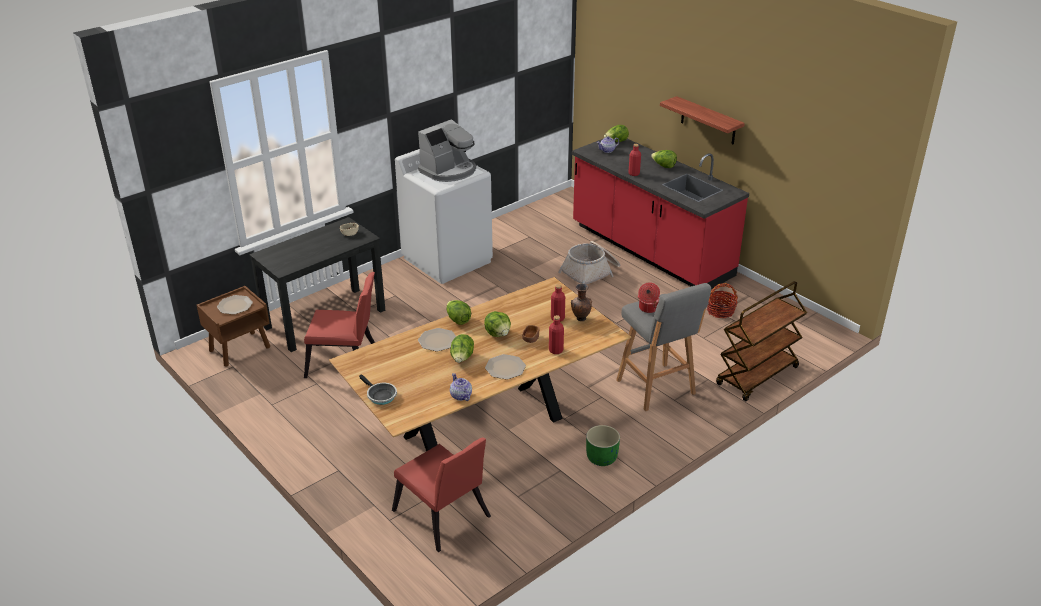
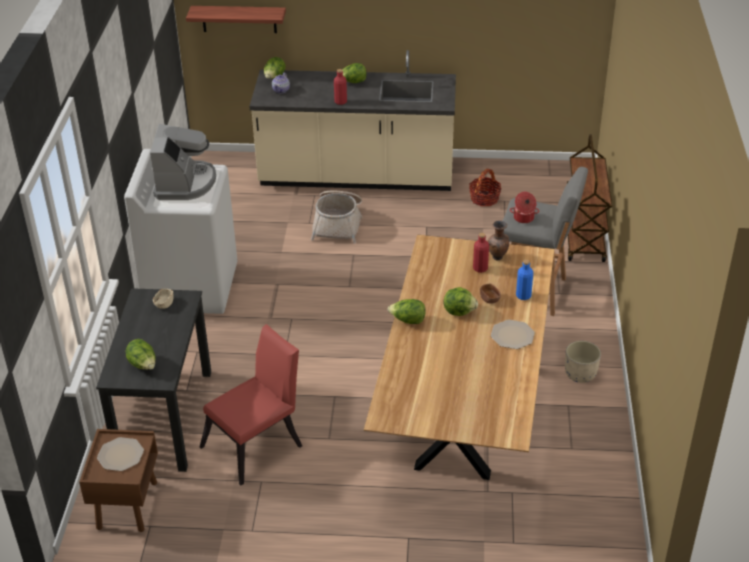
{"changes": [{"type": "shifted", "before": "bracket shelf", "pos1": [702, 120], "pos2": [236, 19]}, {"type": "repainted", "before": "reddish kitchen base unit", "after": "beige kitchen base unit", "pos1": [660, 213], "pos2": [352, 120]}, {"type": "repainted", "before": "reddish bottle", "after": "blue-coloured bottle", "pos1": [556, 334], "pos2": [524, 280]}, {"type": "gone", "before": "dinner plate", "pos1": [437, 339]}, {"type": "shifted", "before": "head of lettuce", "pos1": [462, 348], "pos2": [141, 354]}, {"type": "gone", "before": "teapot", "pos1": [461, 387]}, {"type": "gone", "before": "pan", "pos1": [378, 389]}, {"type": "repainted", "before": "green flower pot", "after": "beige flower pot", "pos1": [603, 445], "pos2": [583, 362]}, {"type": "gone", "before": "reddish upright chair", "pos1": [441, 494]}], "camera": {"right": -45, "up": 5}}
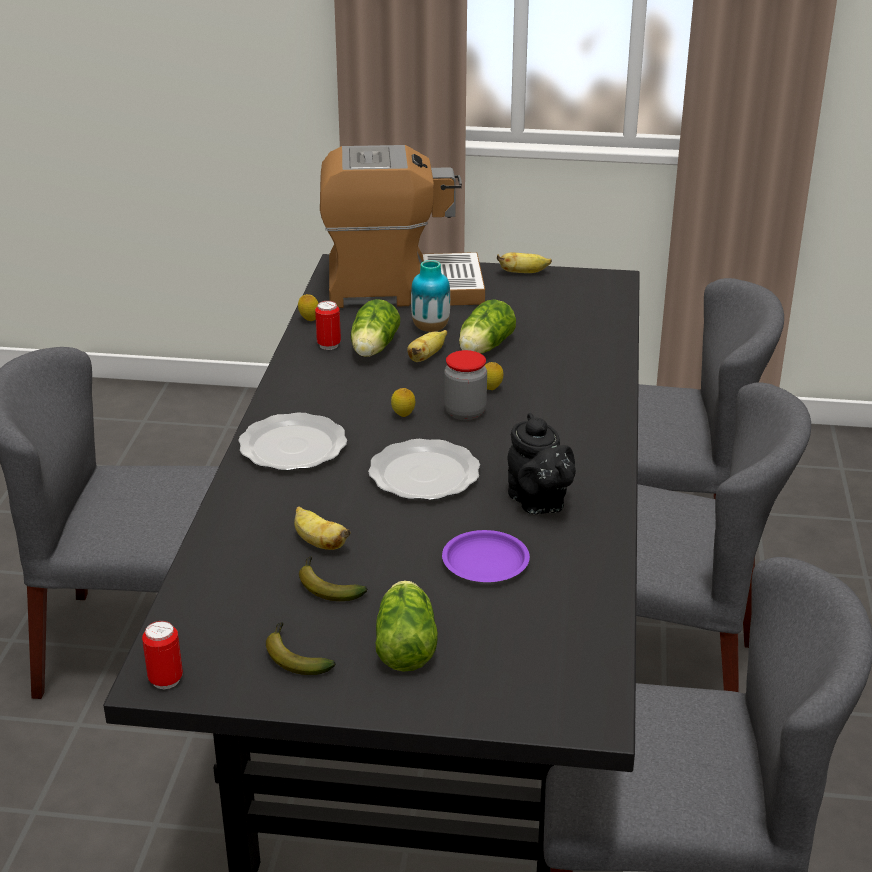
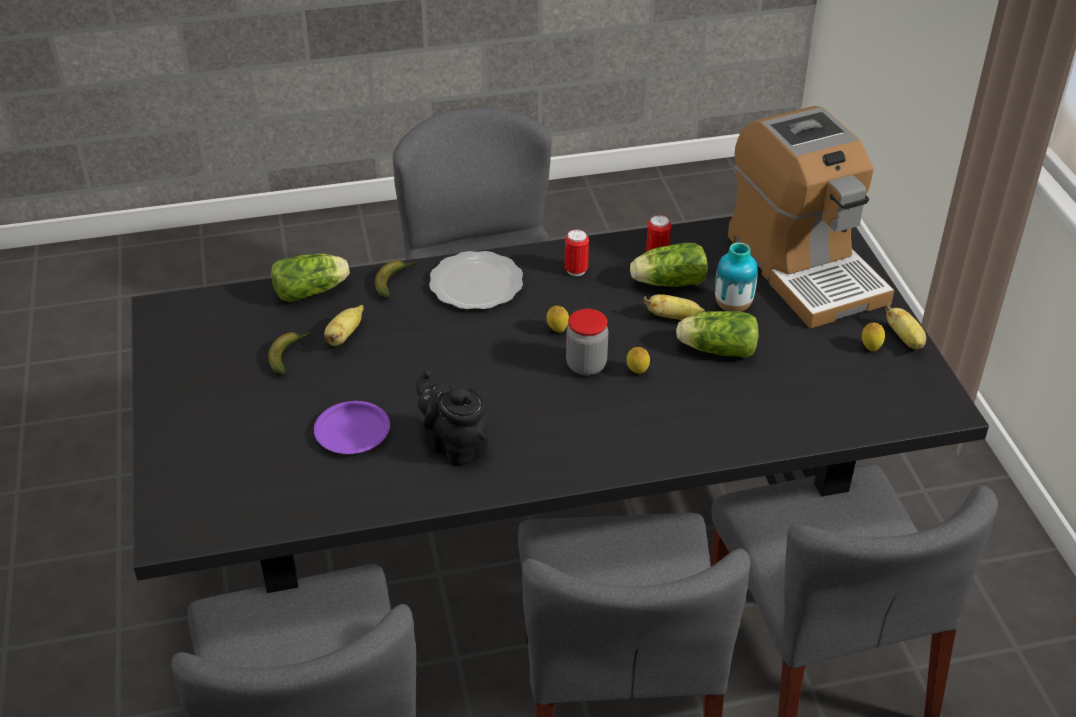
{"changes": [{"type": "shifted", "before": "citrus fruit", "pos1": [308, 307], "pos2": [873, 337]}, {"type": "rotated", "before": "black teapot", "pos1": [542, 463], "pos2": [452, 417], "turn": 90}, {"type": "gone", "before": "dinner plate", "pos1": [424, 469]}, {"type": "shifted", "before": "head of lettuce", "pos1": [407, 626], "pos2": [310, 278]}, {"type": "shifted", "before": "can", "pos1": [162, 655], "pos2": [577, 252]}, {"type": "shifted", "before": "whole banana", "pos1": [301, 648], "pos2": [396, 279]}], "camera": {"right": 70, "up": 10}}
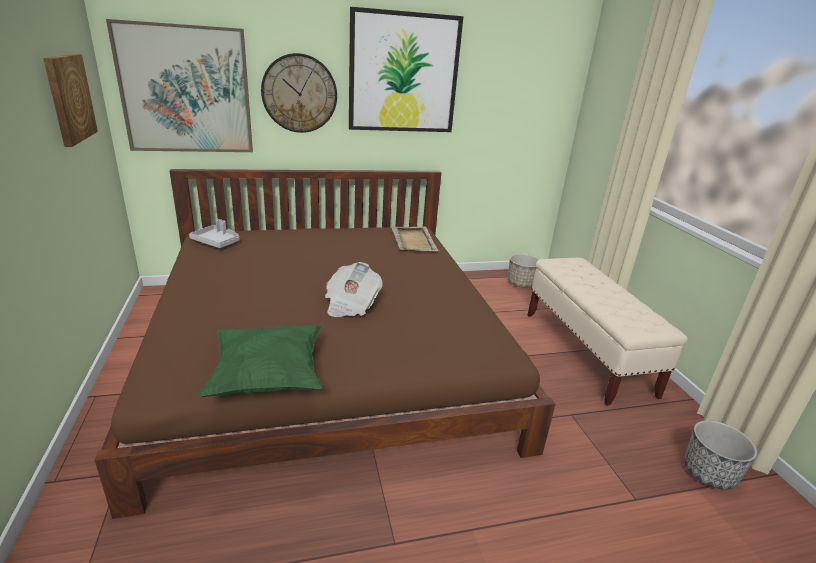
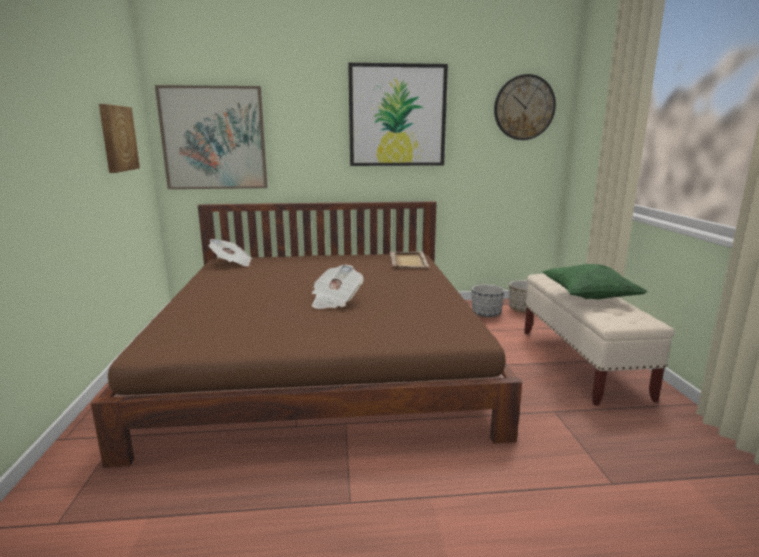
{"changes": [{"type": "shifted", "before": "clock on the wall", "pos1": [299, 93], "pos2": [525, 107]}, {"type": "swapped", "before": "grey tray", "after": "printed paper", "pos1": [214, 233], "pos2": [230, 252]}, {"type": "shifted", "before": "green throw pillow", "pos1": [260, 360], "pos2": [594, 282]}, {"type": "shifted", "before": "flower pot", "pos1": [720, 455], "pos2": [488, 301]}], "camera": {"right": 10, "up": -10}}
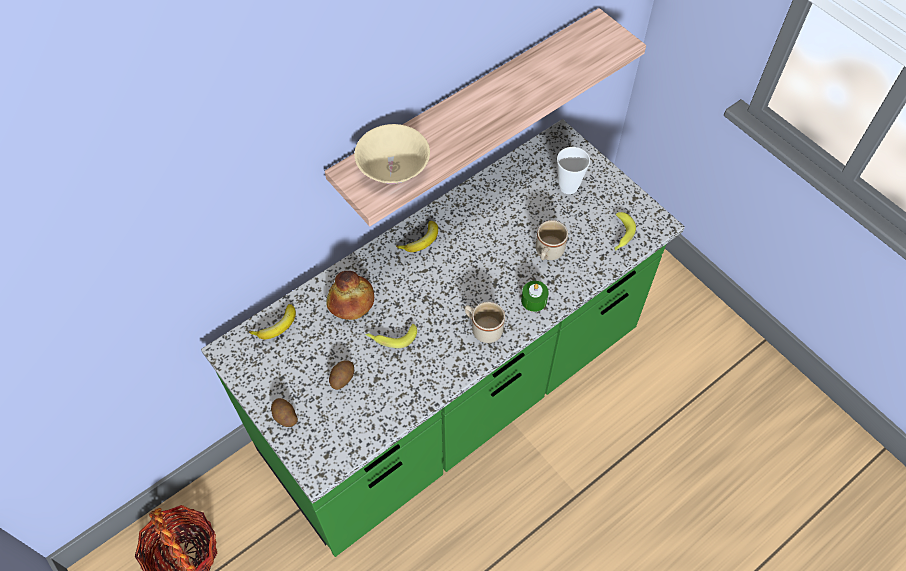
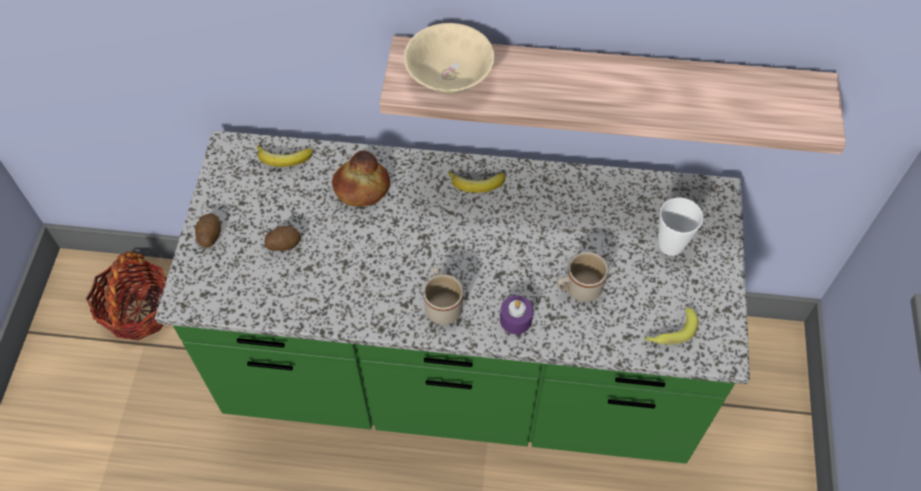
{"changes": [{"type": "repainted", "before": "green candle", "after": "purplish candle", "pos1": [535, 296], "pos2": [516, 314]}, {"type": "gone", "before": "whole banana", "pos1": [391, 336]}], "camera": {"right": 45, "up": 0}}
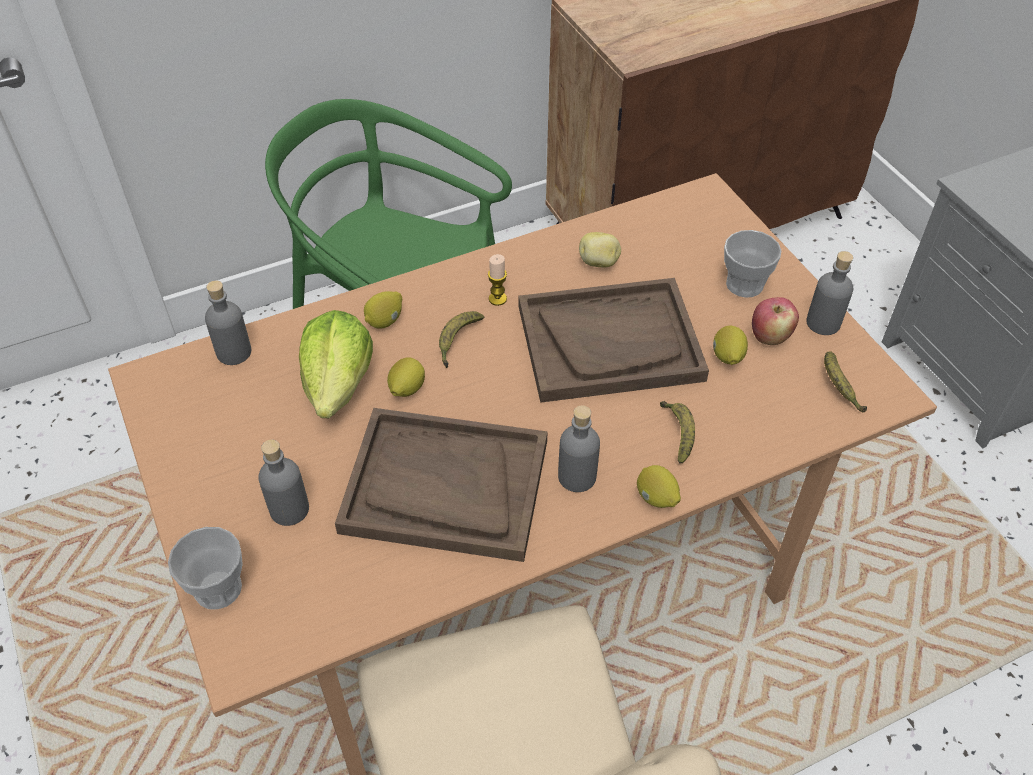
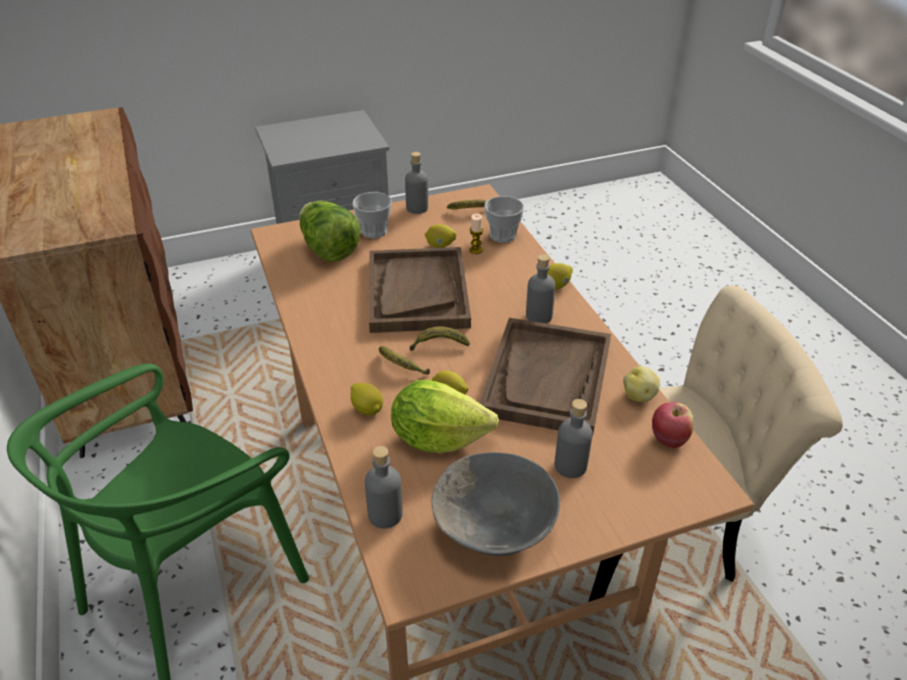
{"changes": [{"type": "shifted", "before": "potato", "pos1": [600, 250], "pos2": [641, 384]}, {"type": "shifted", "before": "candle", "pos1": [497, 280], "pos2": [476, 234]}, {"type": "shifted", "before": "apple", "pos1": [775, 321], "pos2": [672, 425]}, {"type": "shifted", "before": "whole banana", "pos1": [677, 432], "pos2": [440, 338]}, {"type": "shifted", "before": "drinking cup", "pos1": [205, 568], "pos2": [504, 219]}, {"type": "new", "after": "head of lettuce", "pos2": [330, 231]}, {"type": "new", "after": "grey deep dish", "pos2": [496, 504]}], "camera": {"right": -85, "up": -10}}
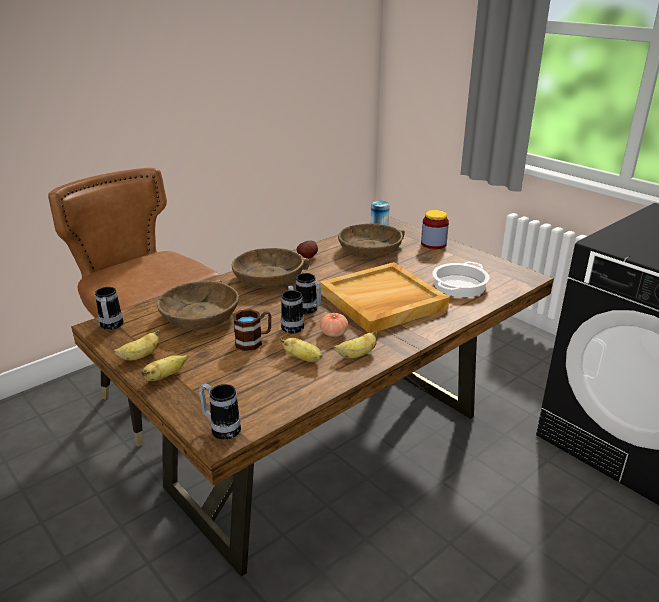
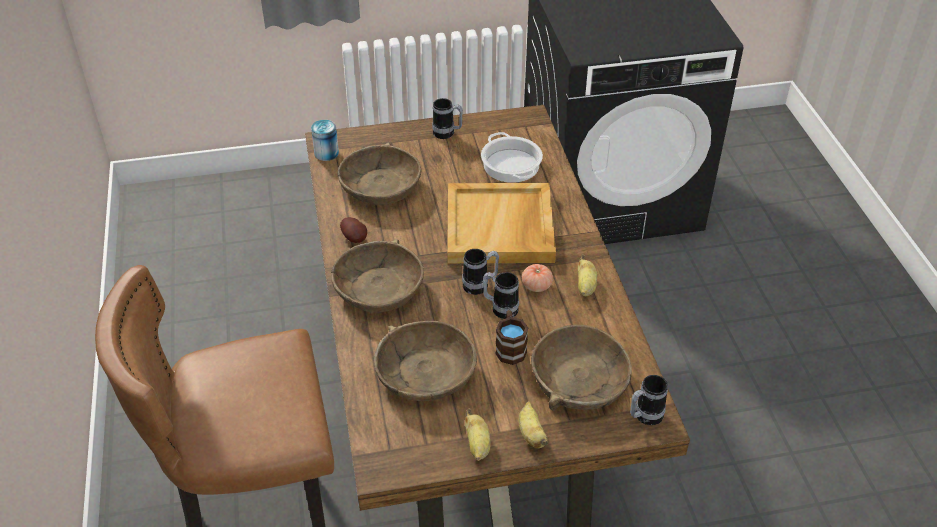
{"changes": [{"type": "gone", "before": "storage jar", "pos1": [435, 229]}, {"type": "shifted", "before": "mug", "pos1": [109, 308], "pos2": [447, 118]}, {"type": "gone", "before": "whole banana", "pos1": [301, 349]}, {"type": "new", "after": "brown deep dish", "pos2": [581, 367]}], "camera": {"right": -60, "up": 15}}
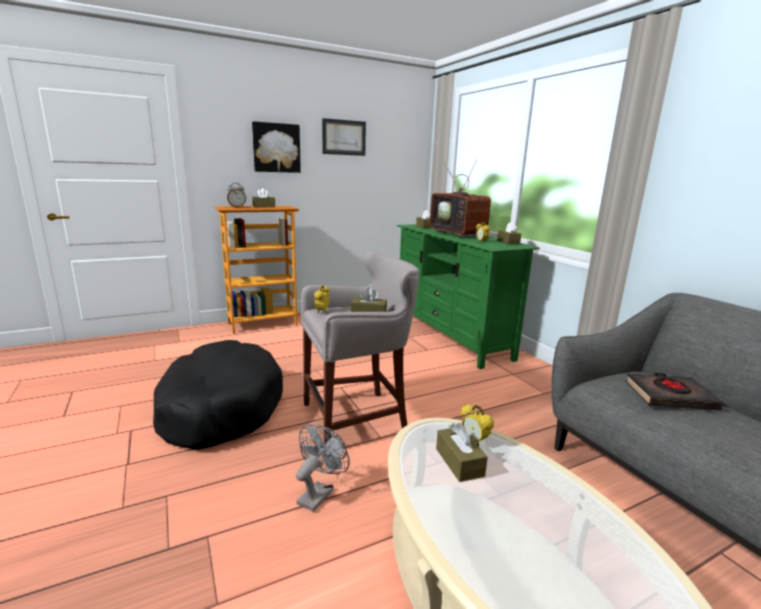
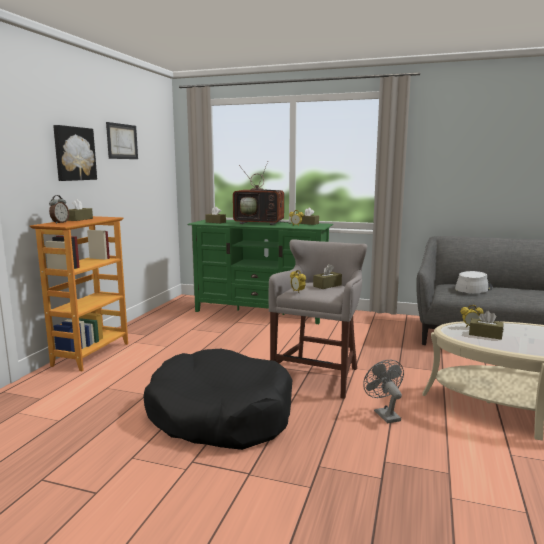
{"changes": [{"type": "swapped", "before": "black bound book", "after": "grey wearable hat", "pos1": [674, 391], "pos2": [474, 282]}], "camera": {"right": -45, "up": -5}}
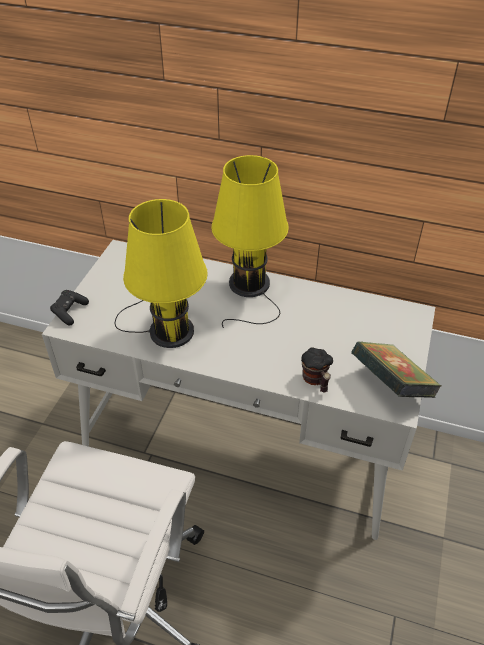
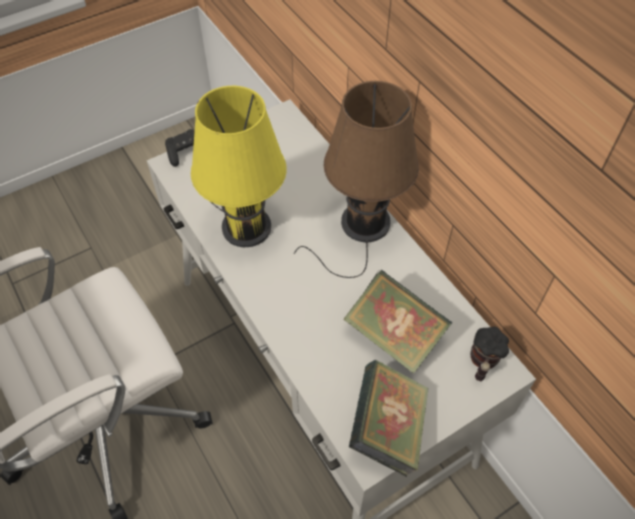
{"changes": [{"type": "repainted", "before": "yellowish table lamp", "after": "brown table lamp", "pos1": [250, 241], "pos2": [356, 179]}, {"type": "shifted", "before": "mug", "pos1": [317, 370], "pos2": [489, 354]}, {"type": "new", "after": "bound book", "pos2": [397, 322]}], "camera": {"right": 40, "up": 10}}
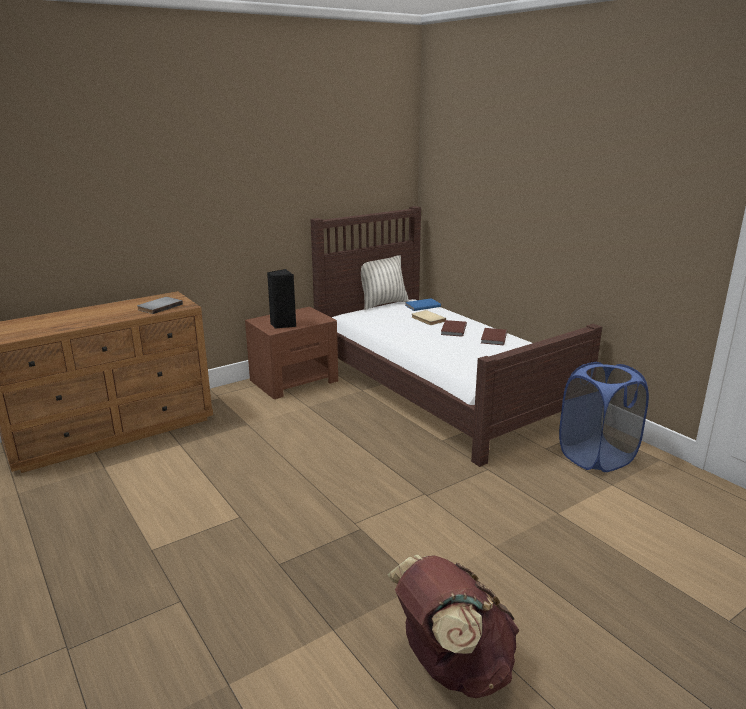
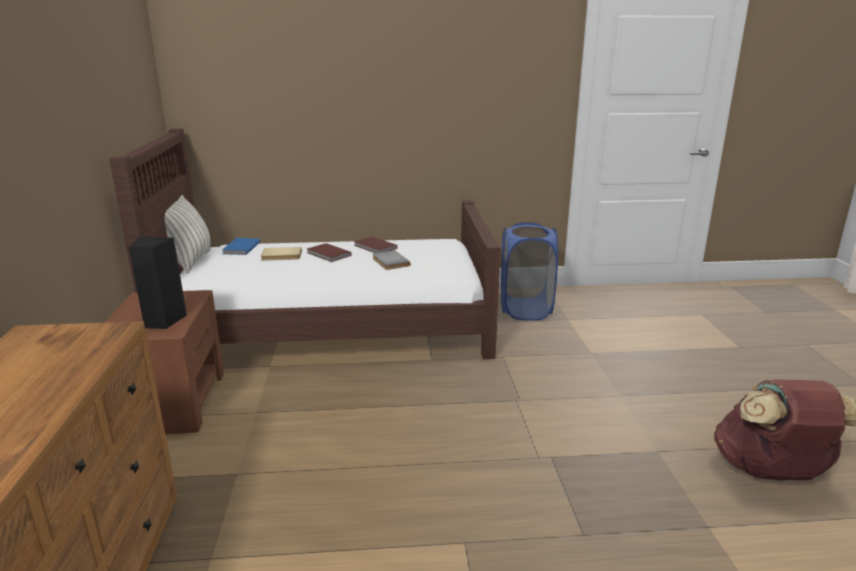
{"changes": [{"type": "shifted", "before": "grey bound book", "pos1": [160, 305], "pos2": [391, 260]}], "camera": {"right": -60, "up": 0}}
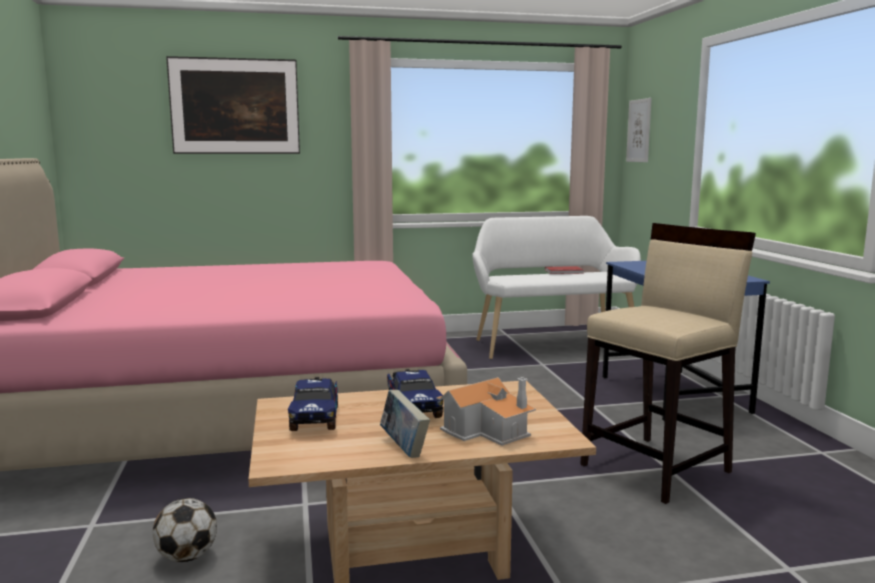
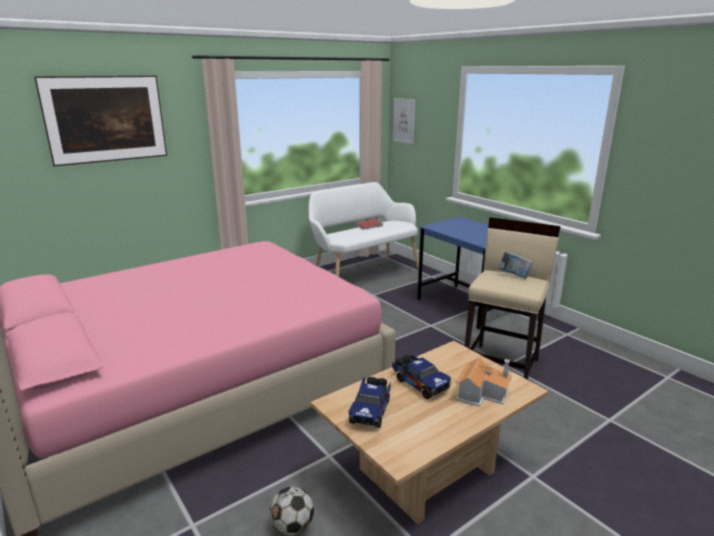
{"changes": [{"type": "rotated", "before": "model truck", "pos1": [313, 404], "pos2": [370, 402], "turn": 45}, {"type": "shifted", "before": "bound book", "pos1": [405, 424], "pos2": [516, 265]}], "camera": {"right": -25, "up": 10}}
